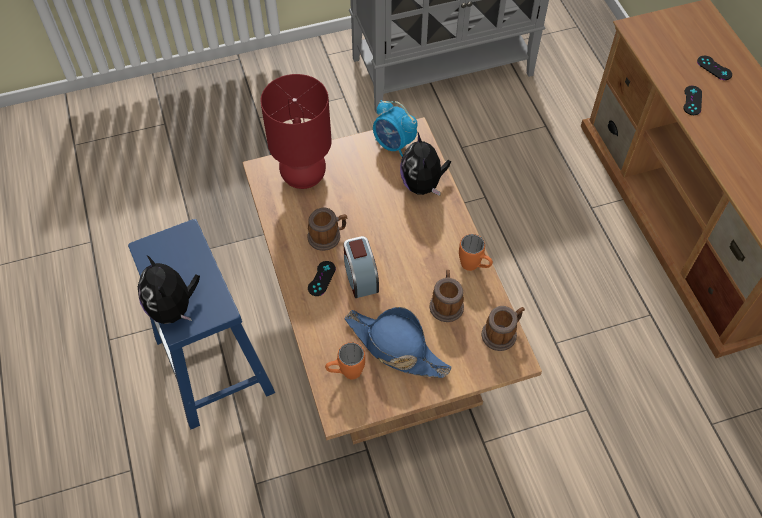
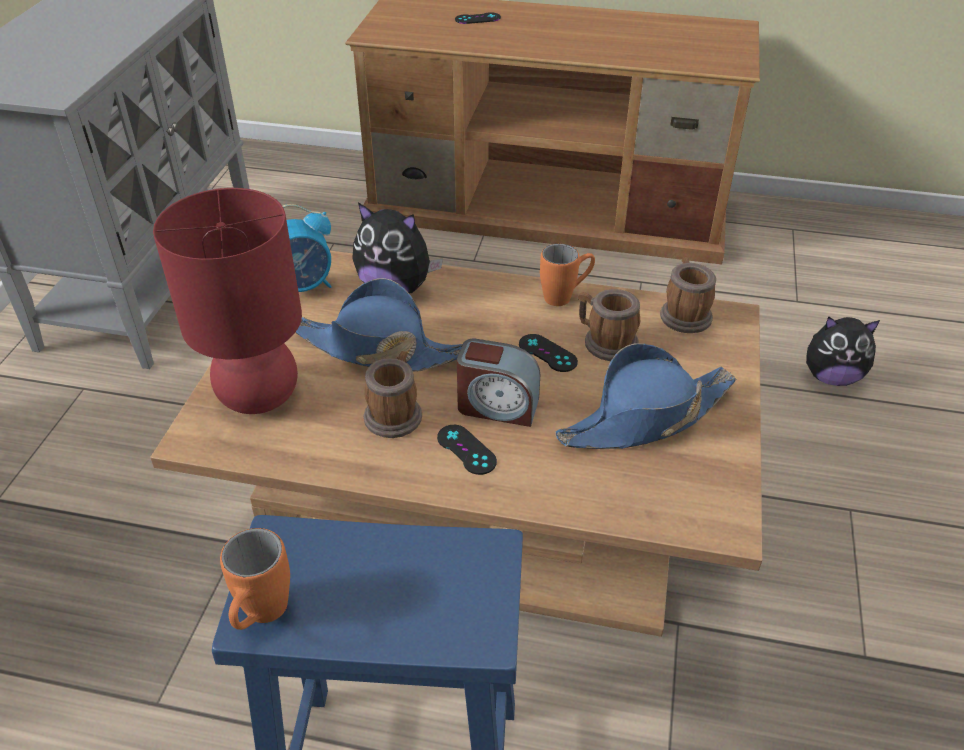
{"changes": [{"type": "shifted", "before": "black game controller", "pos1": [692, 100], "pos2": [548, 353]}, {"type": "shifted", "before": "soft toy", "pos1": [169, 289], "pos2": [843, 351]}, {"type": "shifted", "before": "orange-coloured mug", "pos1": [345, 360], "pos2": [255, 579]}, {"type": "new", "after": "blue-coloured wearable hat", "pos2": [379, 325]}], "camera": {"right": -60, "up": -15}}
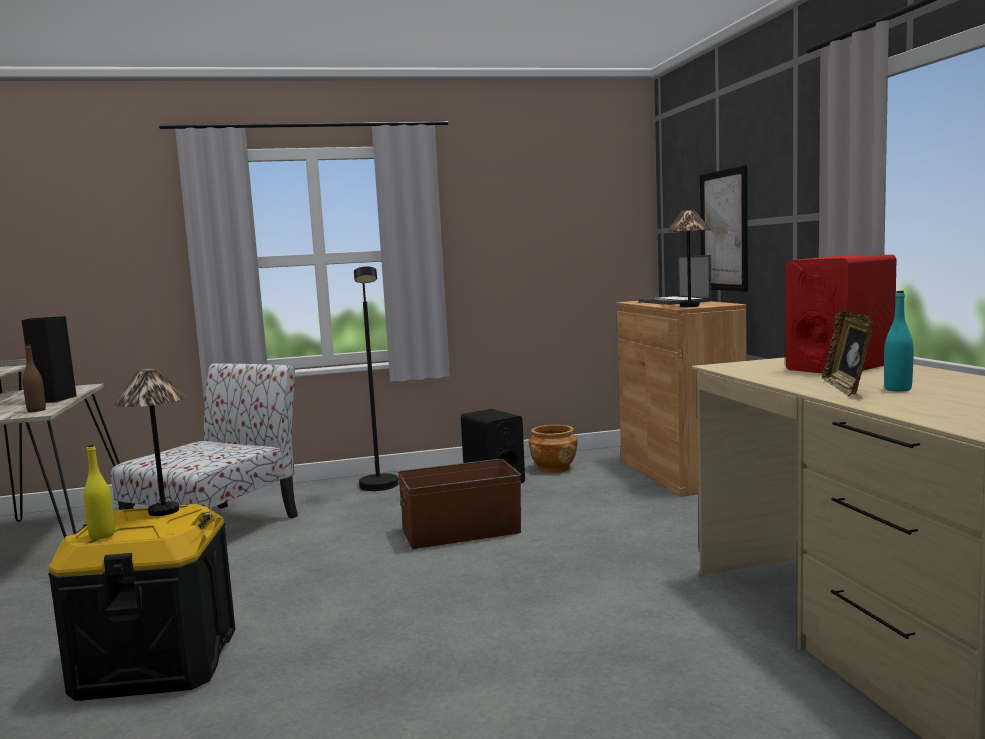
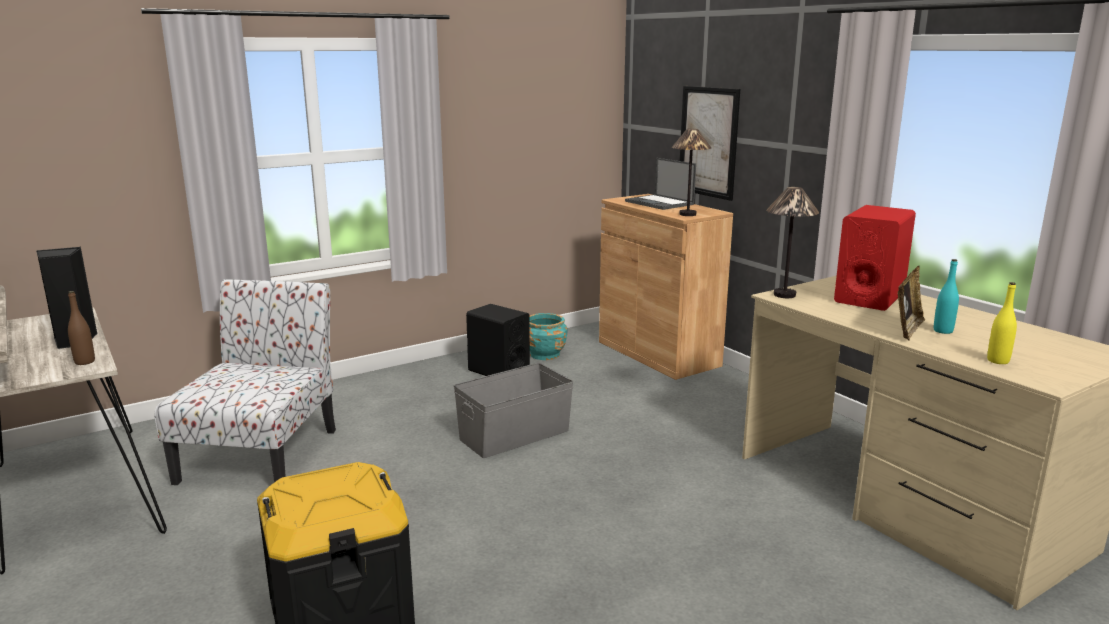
{"changes": [{"type": "gone", "before": "black standard lamp", "pos1": [376, 378]}, {"type": "rotated", "before": "picture frame", "pos1": [848, 352], "pos2": [911, 303], "turn": -135}, {"type": "shifted", "before": "table lamp", "pos1": [150, 442], "pos2": [792, 242]}, {"type": "repainted", "before": "brown flower pot", "after": "turquoise-coloured flower pot", "pos1": [553, 449], "pos2": [548, 336]}, {"type": "shifted", "before": "yellowish bottle", "pos1": [99, 492], "pos2": [1002, 323]}, {"type": "repainted", "before": "brown storage container", "after": "grey storage container", "pos1": [459, 504], "pos2": [513, 410]}], "camera": {"right": -20, "up": 10}}
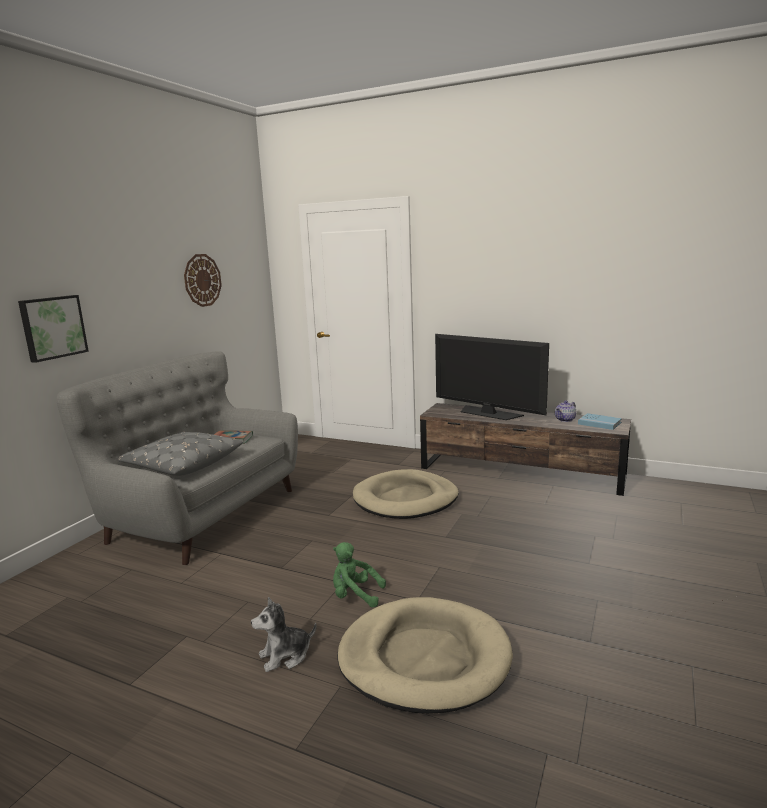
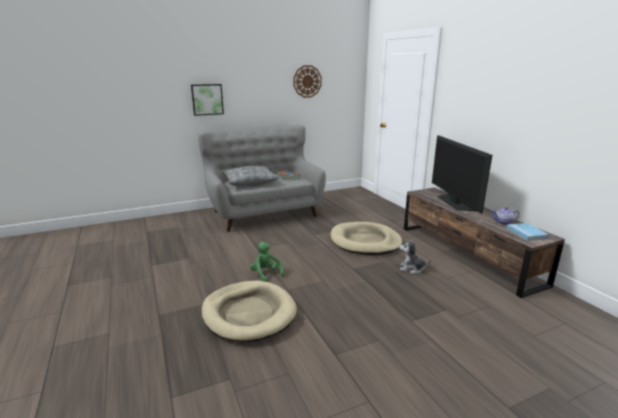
{"changes": [{"type": "shifted", "before": "soft toy", "pos1": [283, 634], "pos2": [415, 256]}], "camera": {"right": 40, "up": 5}}
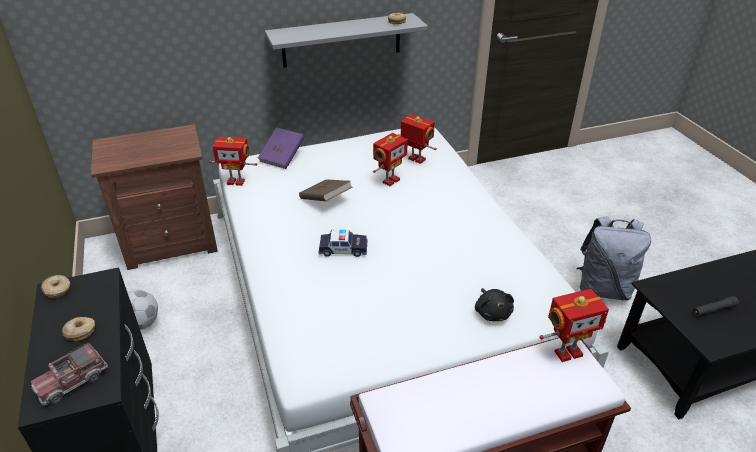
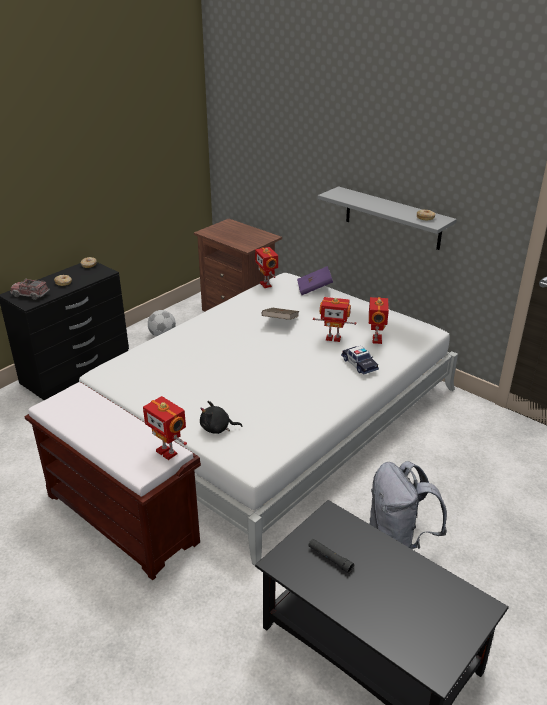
{"changes": [{"type": "shifted", "before": "miniature car", "pos1": [343, 243], "pos2": [360, 360]}, {"type": "rotated", "before": "black soft toy", "pos1": [494, 304], "pos2": [221, 417], "turn": 45}], "camera": {"right": 60, "up": -5}}
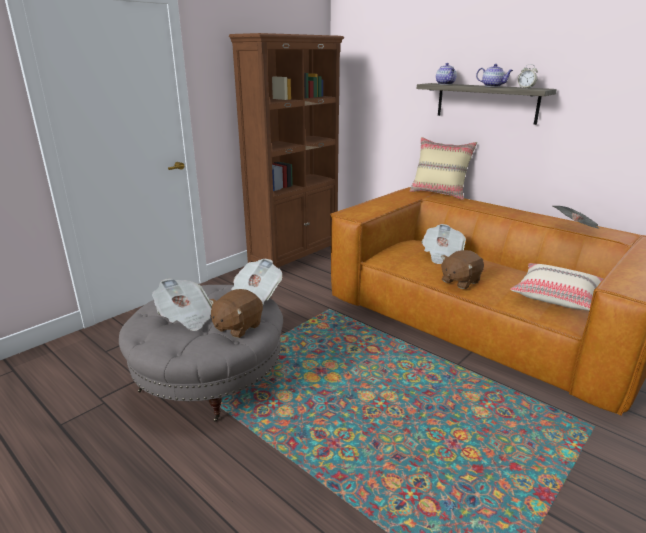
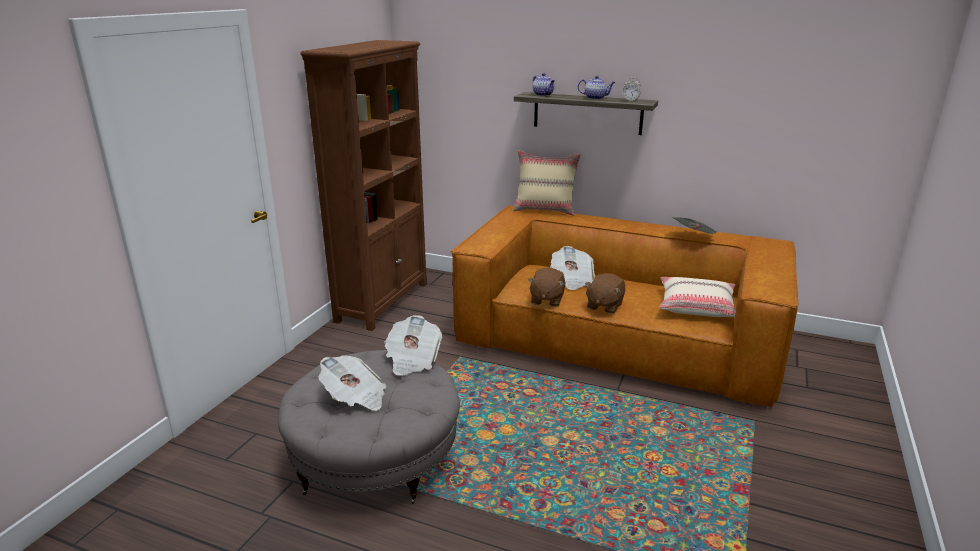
{"changes": [{"type": "shifted", "before": "brown soft toy", "pos1": [236, 313], "pos2": [546, 287]}], "camera": {"right": -20, "up": 0}}
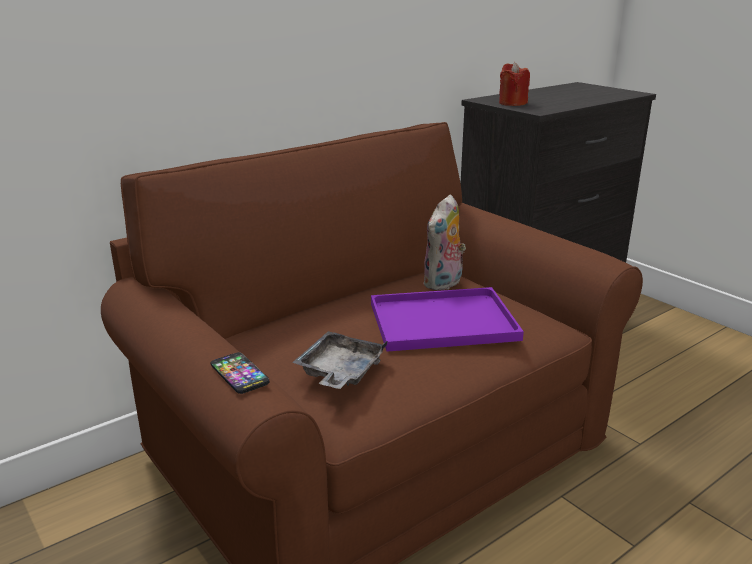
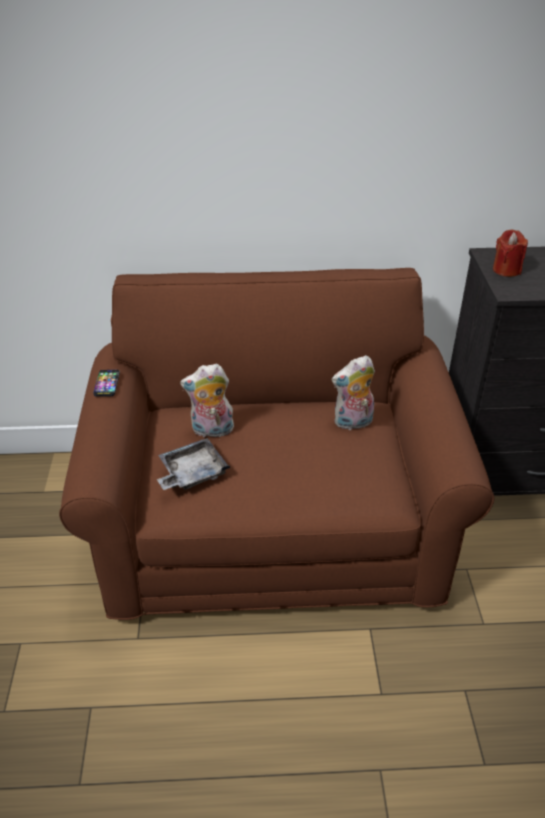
{"changes": [{"type": "gone", "before": "purplish tray", "pos1": [447, 319]}, {"type": "shifted", "before": "handset", "pos1": [239, 373], "pos2": [106, 383]}, {"type": "new", "after": "soft toy", "pos2": [207, 400]}], "camera": {"right": 35, "up": 15}}
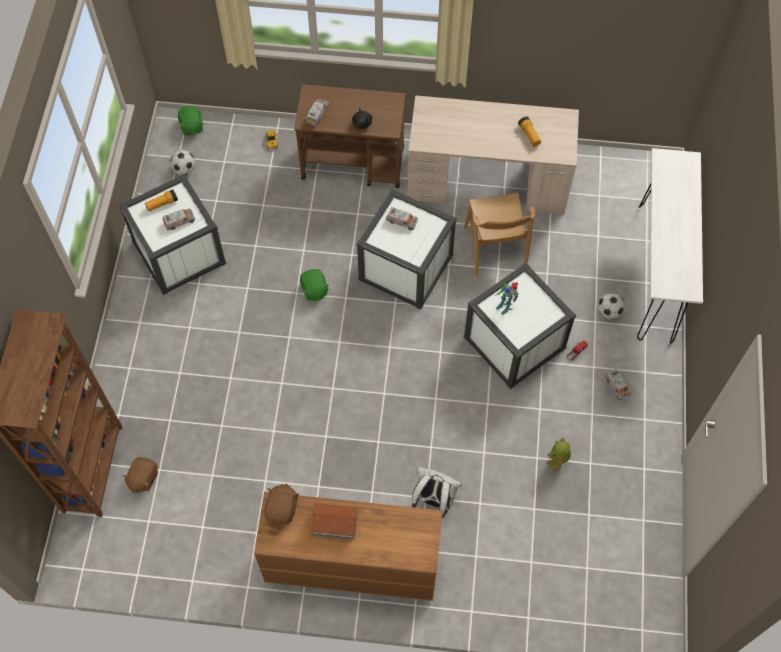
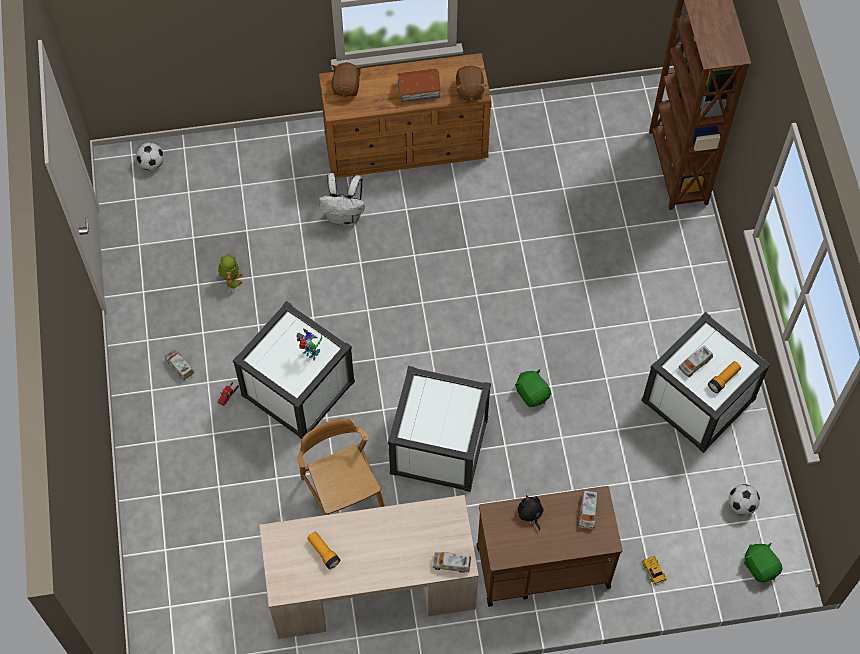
{"changes": [{"type": "gone", "before": "white-coloured narrow table", "pos1": [670, 245]}, {"type": "shifted", "before": "model truck", "pos1": [402, 218], "pos2": [452, 562]}, {"type": "shifted", "before": "football ball", "pos1": [611, 306], "pos2": [150, 156]}, {"type": "shifted", "before": "brown soft toy", "pos1": [140, 475], "pos2": [346, 79]}], "camera": {"right": 165, "up": 0}}
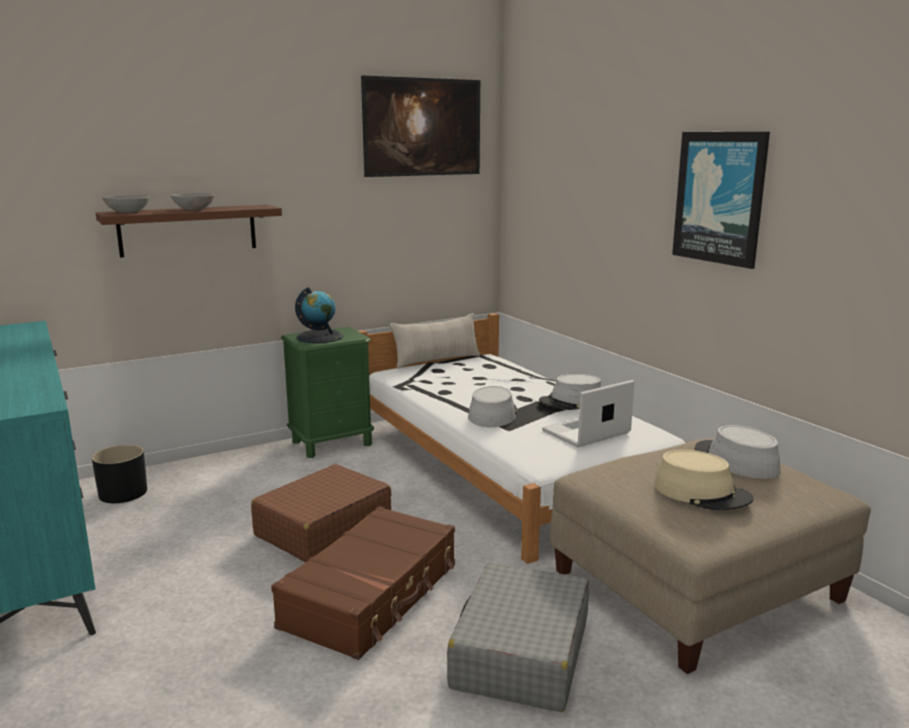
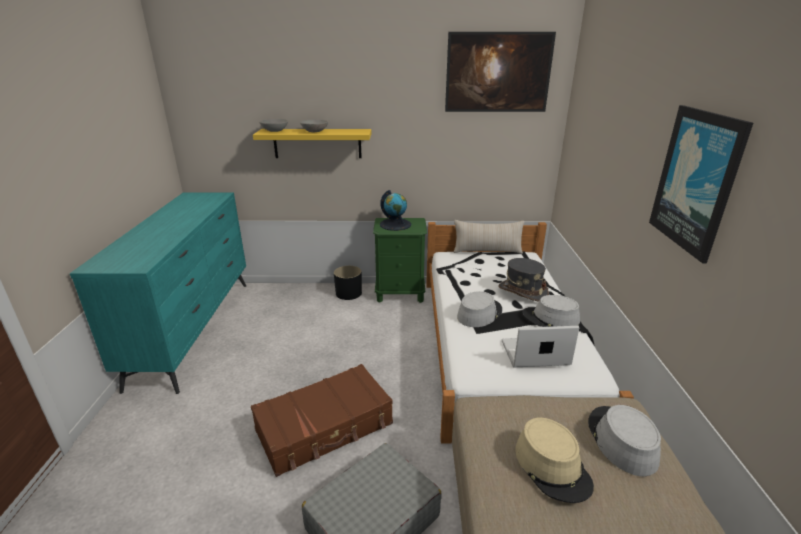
{"changes": [{"type": "repainted", "before": "brown bracket shelf", "after": "yellowish bracket shelf", "pos1": [189, 231], "pos2": [312, 143]}, {"type": "shifted", "before": "black flower pot", "pos1": [119, 474], "pos2": [348, 283]}, {"type": "gone", "before": "brown suitcase", "pos1": [321, 513]}, {"type": "new", "after": "grey wearable hat", "pos2": [523, 279]}], "camera": {"right": 30, "up": 10}}
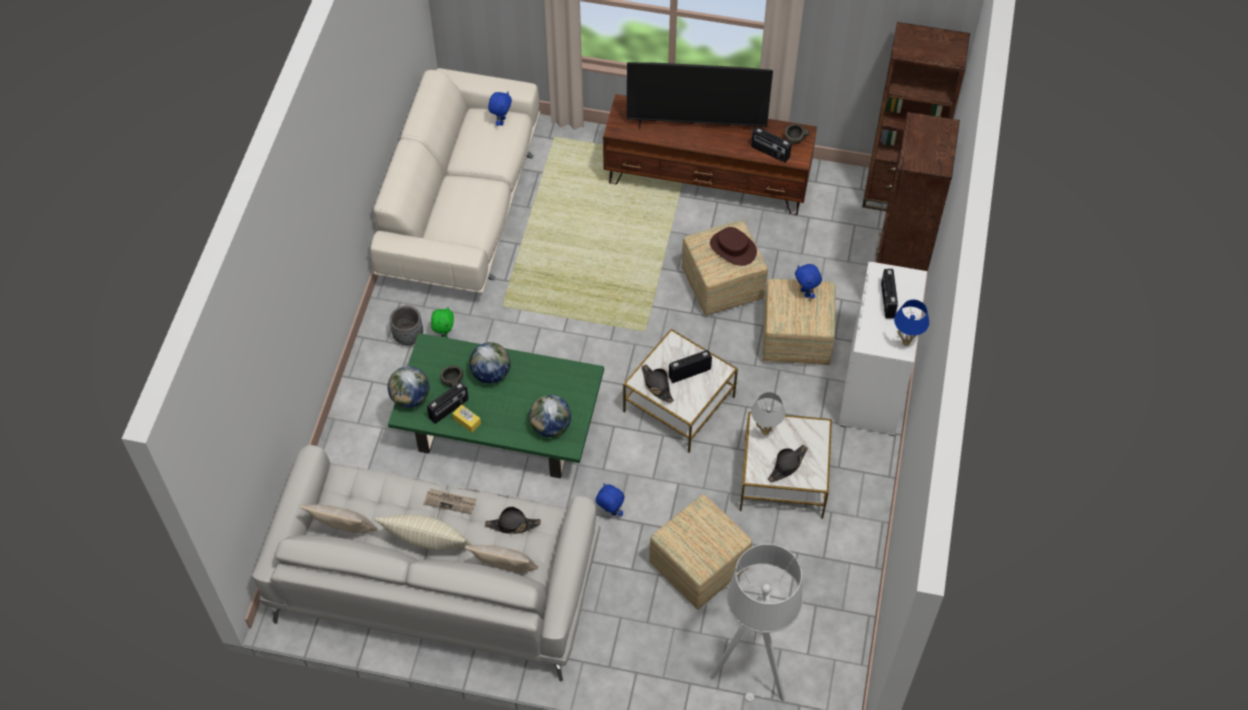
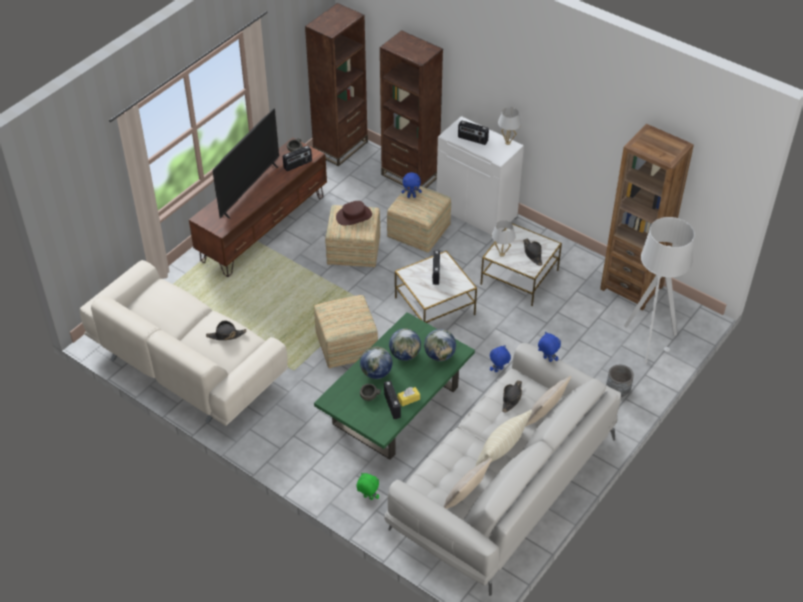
{"changes": [{"type": "shifted", "before": "blue-coloured soft toy", "pos1": [500, 108], "pos2": [549, 347]}, {"type": "repainted", "before": "blue-coloured table lamp", "after": "white-coloured table lamp", "pos1": [911, 323], "pos2": [509, 126]}, {"type": "shifted", "before": "grey flower pot", "pos1": [406, 325], "pos2": [620, 381]}, {"type": "shifted", "before": "green soft toy", "pos1": [442, 322], "pos2": [367, 486]}, {"type": "shifted", "before": "black wearable hat", "pos1": [658, 384], "pos2": [226, 330]}, {"type": "shifted", "before": "desk globe", "pos1": [408, 387], "pos2": [405, 344]}, {"type": "gone", "before": "printed paper", "pos1": [450, 501]}, {"type": "shifted", "before": "footrest", "pos1": [700, 552], "pos2": [346, 331]}, {"type": "new", "after": "brown shelving unit", "pos2": [647, 217]}], "camera": {"right": -65, "up": -10}}
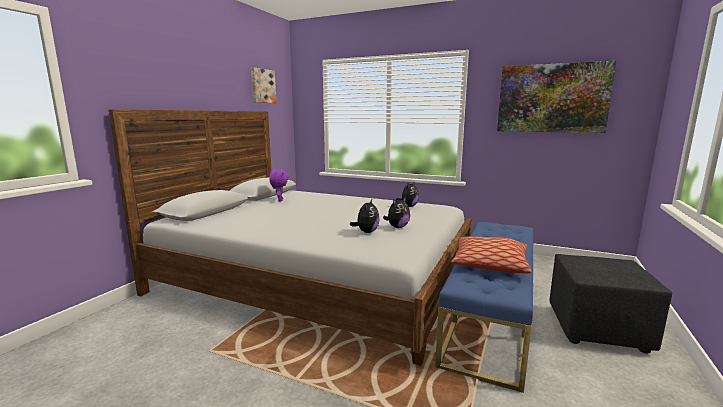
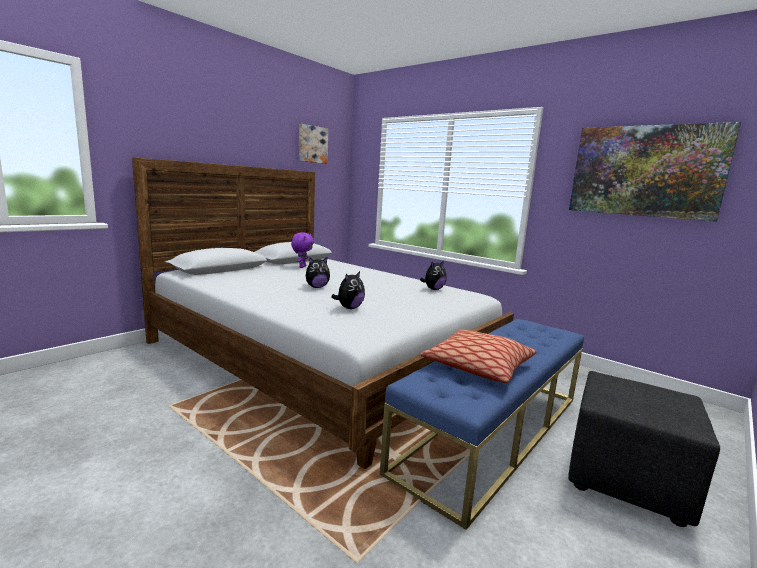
{"changes": [{"type": "shifted", "before": "soft toy", "pos1": [396, 212], "pos2": [318, 272]}], "camera": {"right": 15, "up": 0}}
